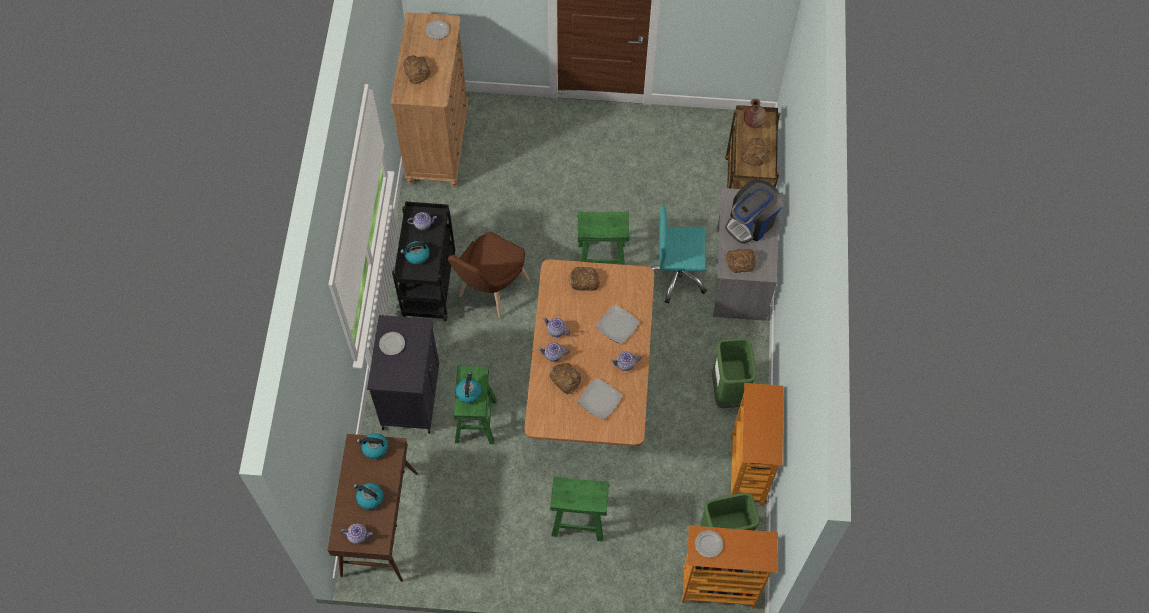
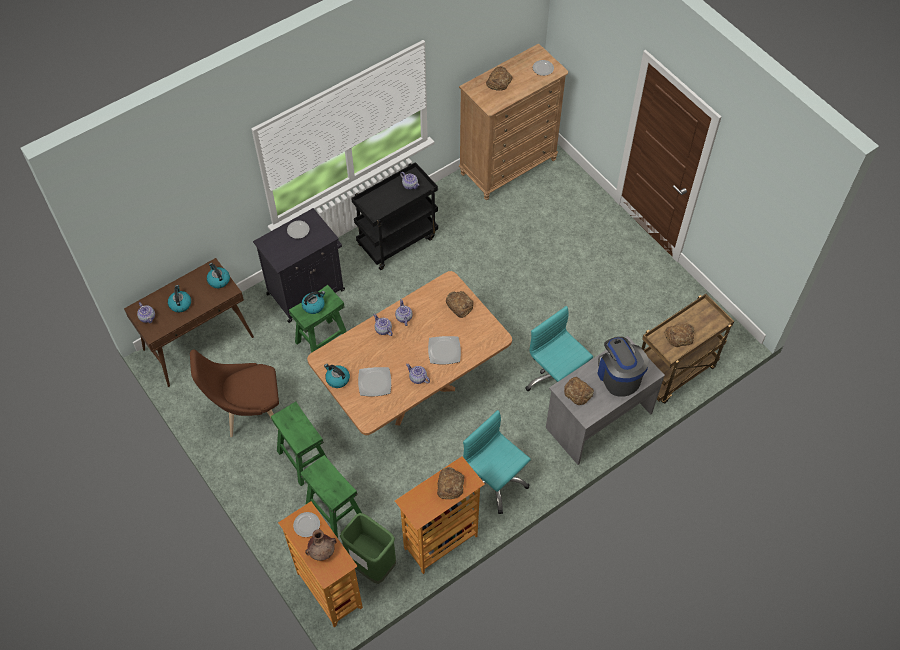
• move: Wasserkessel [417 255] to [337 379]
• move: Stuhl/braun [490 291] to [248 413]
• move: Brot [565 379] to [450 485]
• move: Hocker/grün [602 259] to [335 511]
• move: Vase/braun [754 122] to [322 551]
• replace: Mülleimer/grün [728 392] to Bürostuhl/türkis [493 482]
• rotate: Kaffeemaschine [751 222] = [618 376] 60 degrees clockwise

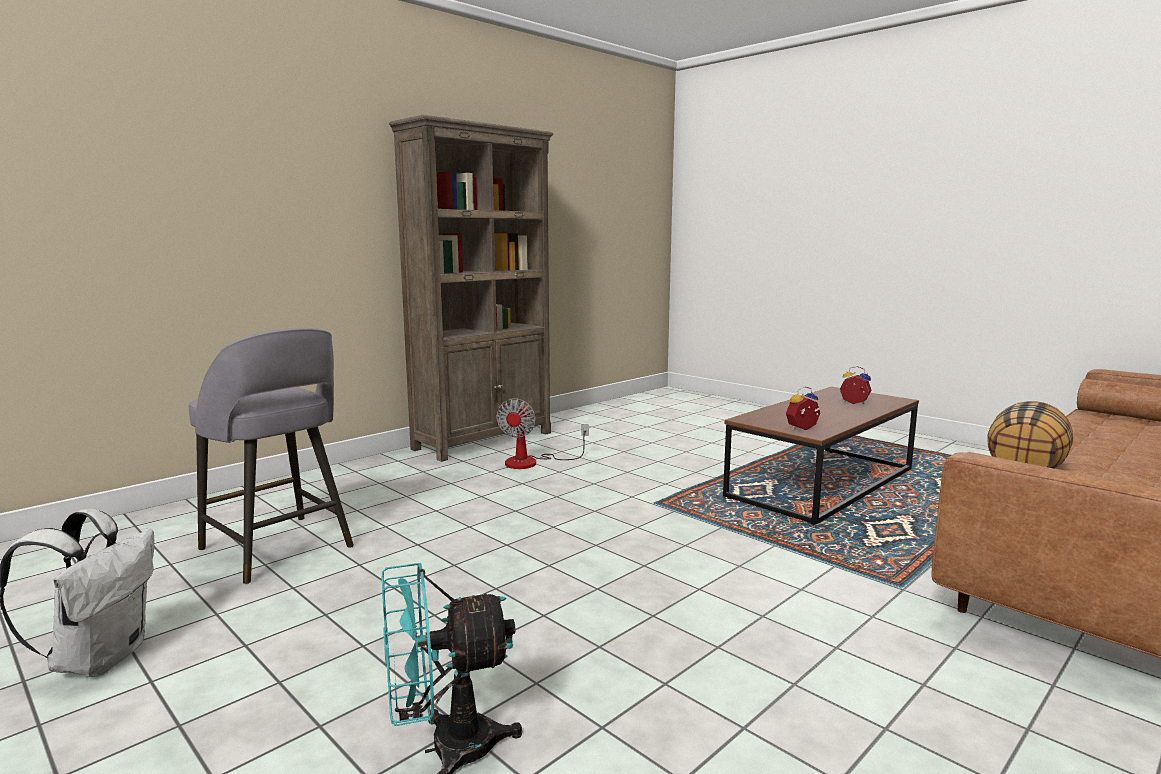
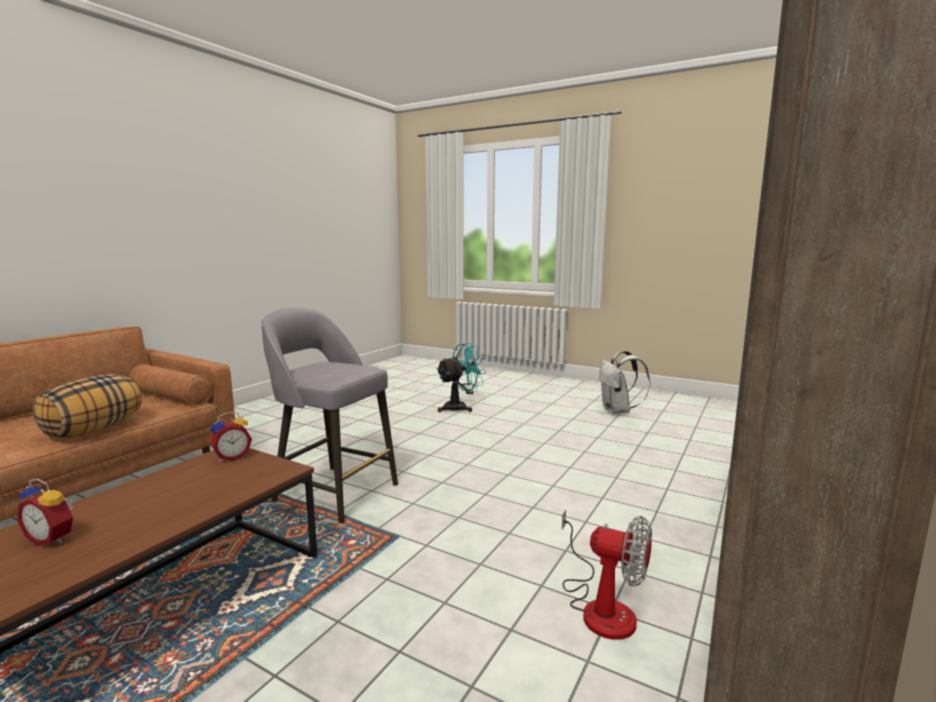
• move: Hocker/grau [278 549] to [333 492]
• rotate: Ventilator [532 462] = [600 606] 120 degrees clockwise

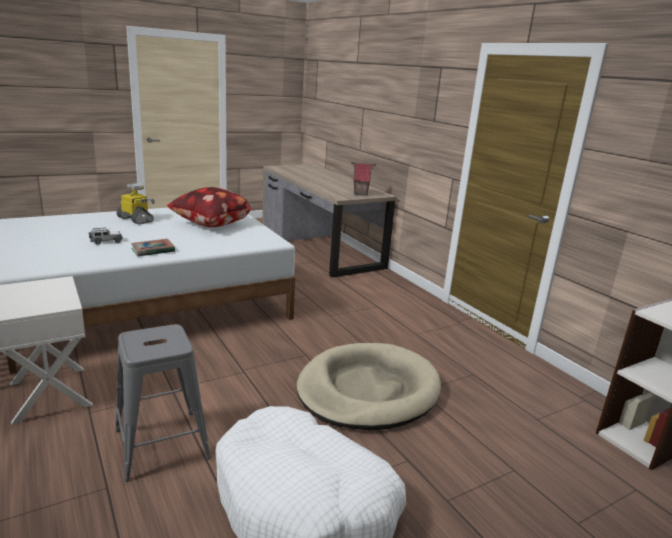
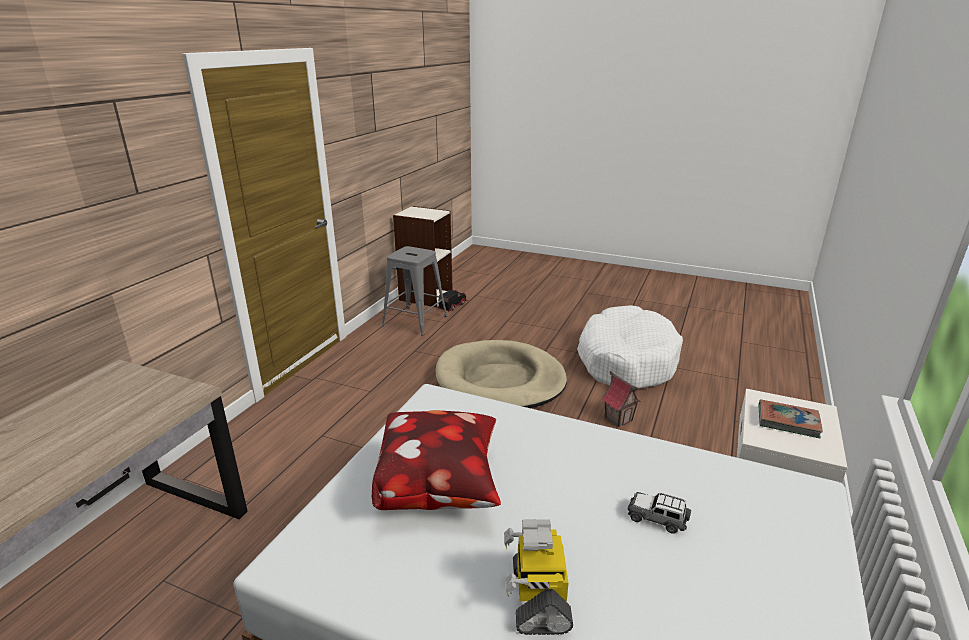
• insert: Spielzeuglaster [452 305]
• move: Hocker/grau [162 444] to [414 321]
• move: Buch [153 250] to [788 422]
• move: Spielzeughaus [360 194] to [619 419]

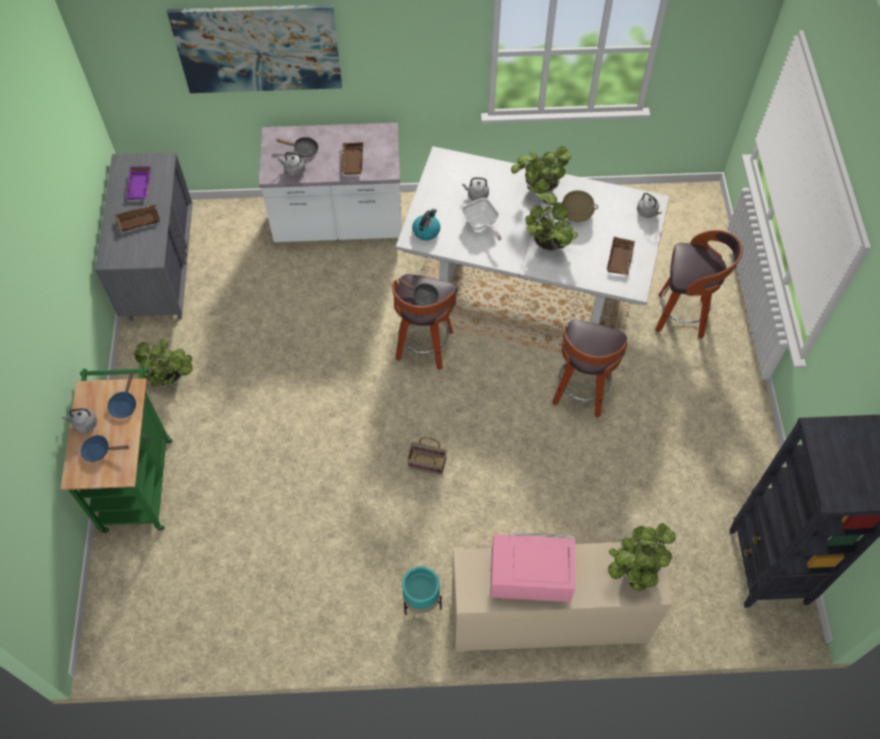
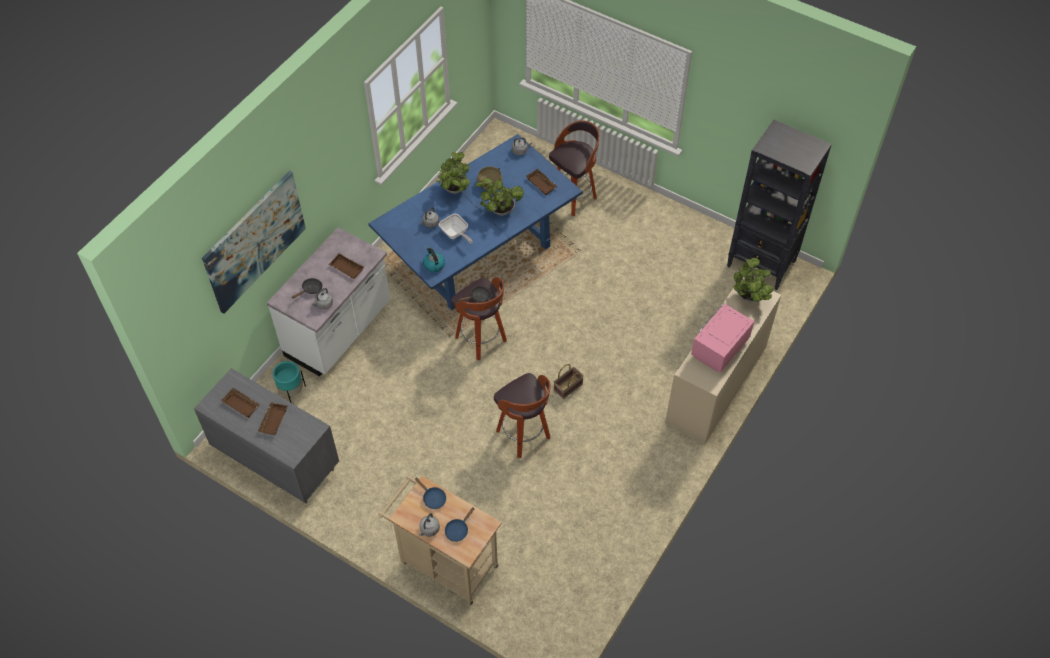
• delete: Topfpflanze [171 378]
• move: Pflanzkübel/türkis [421 601] to [292 393]
• move: Hocker [581 393] to [524 435]
• recolor: Rollwagen/grün [137 478] to Rollwagen/beige [444 562]
• recolor: Tablett/lila [140 185] to Tablett/braun [242 404]
• recolor: Esstisch/weiß [526 279] to Esstisch/blau [478 256]
• rotate: Pfanne [481 225] = [455 234] 45 degrees clockwise

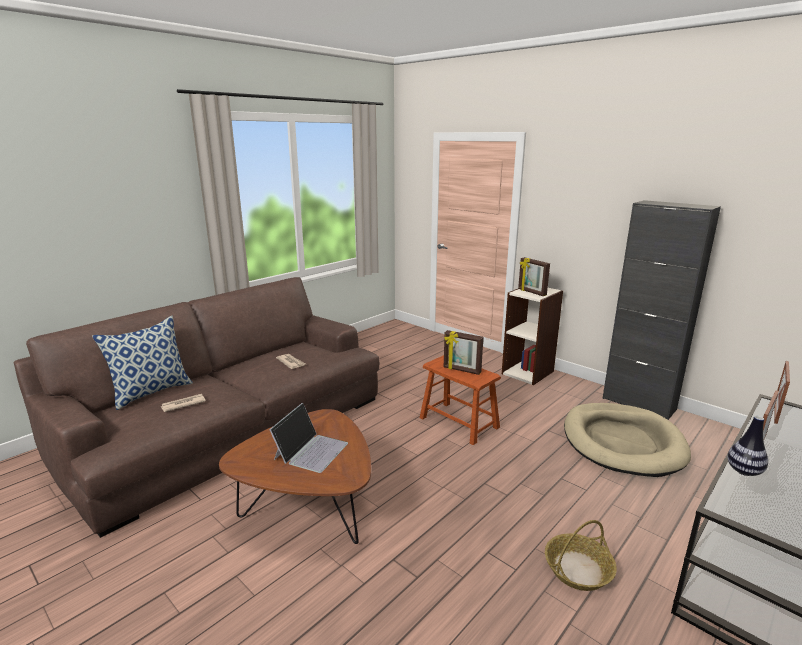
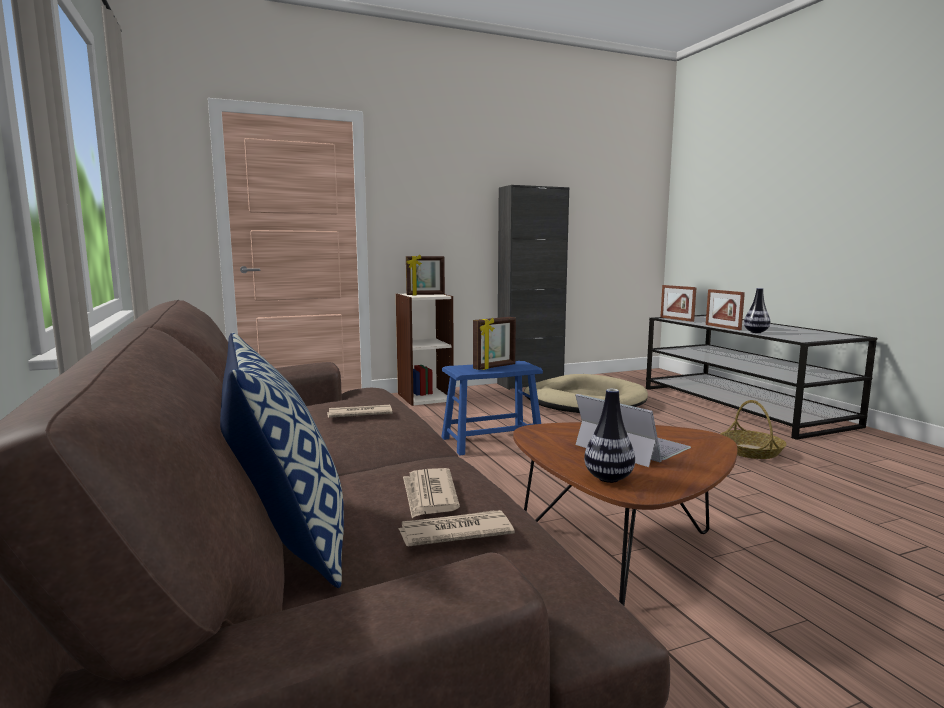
• insert: Zeitung [454 532]
• insert: Vase [608 478]
• recolor: Hocker/braun [459 422] to Hocker/blau [491 441]

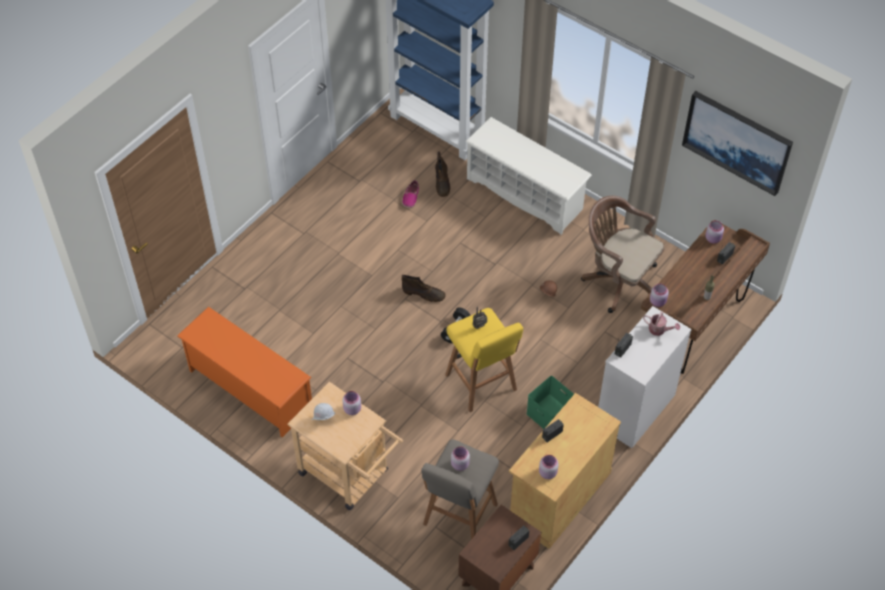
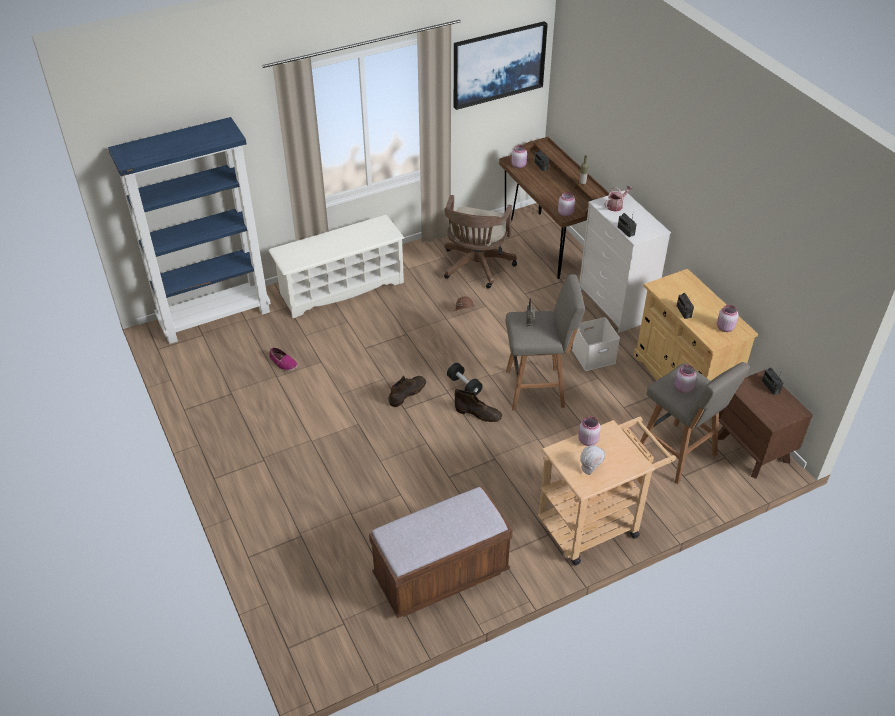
• move: Stiefel/braun [442 182] to [478 413]
• replace: Schuhregal/orange [249 389] to Bank/braun [441 575]
• recolor: Hocker/gelb [482 384] to Hocker/grau [537 388]
• recolor: Aufbewahrungsbox/grün [548 414] to Aufbewahrungsbox/weiß [593 357]
• rotate: Bürostuhl/braun [618 280] = [476 267] 45 degrees counterclockwise

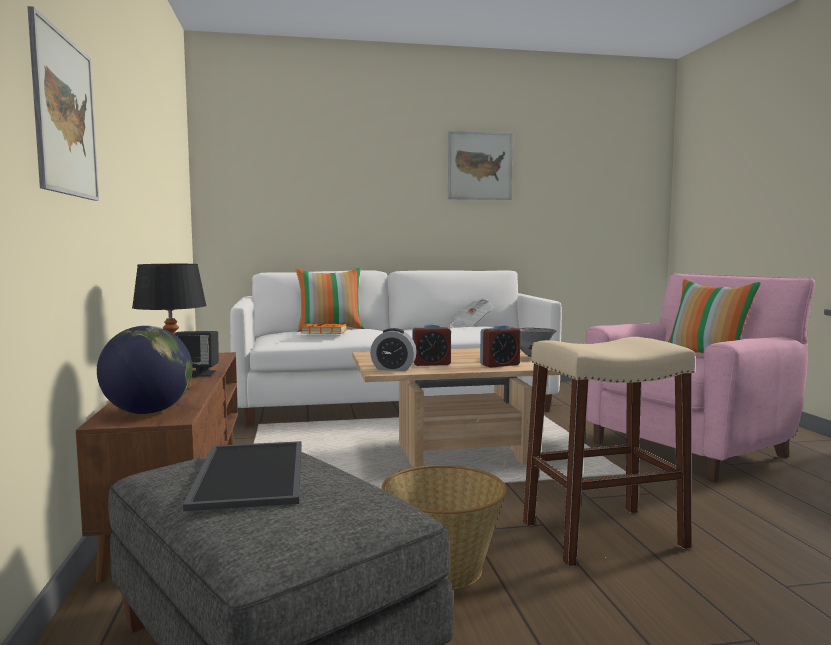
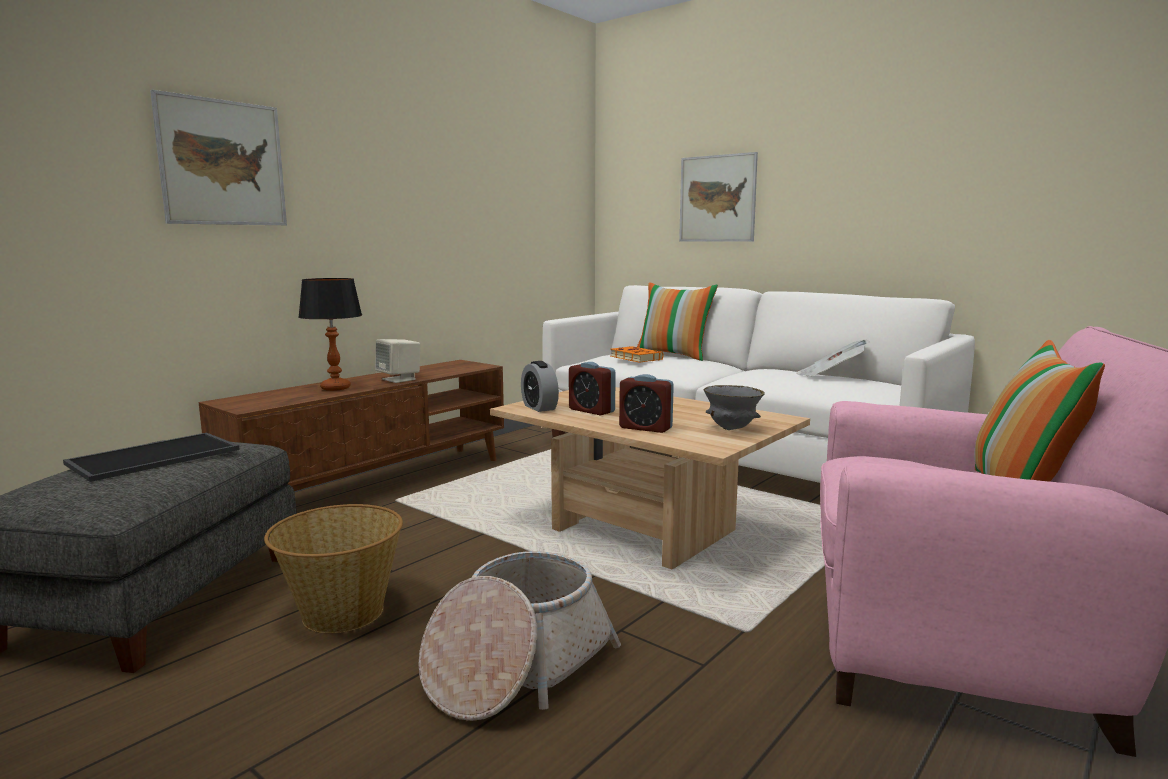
• delete: Globus [148 412]
• move: Bild [480 166] to [717 198]
• replace: Hocker/beige [603 535] to Korb [516 666]
• recolor: Lautsprecher/schwarz [199 374] to Lautsprecher/beige [399 379]

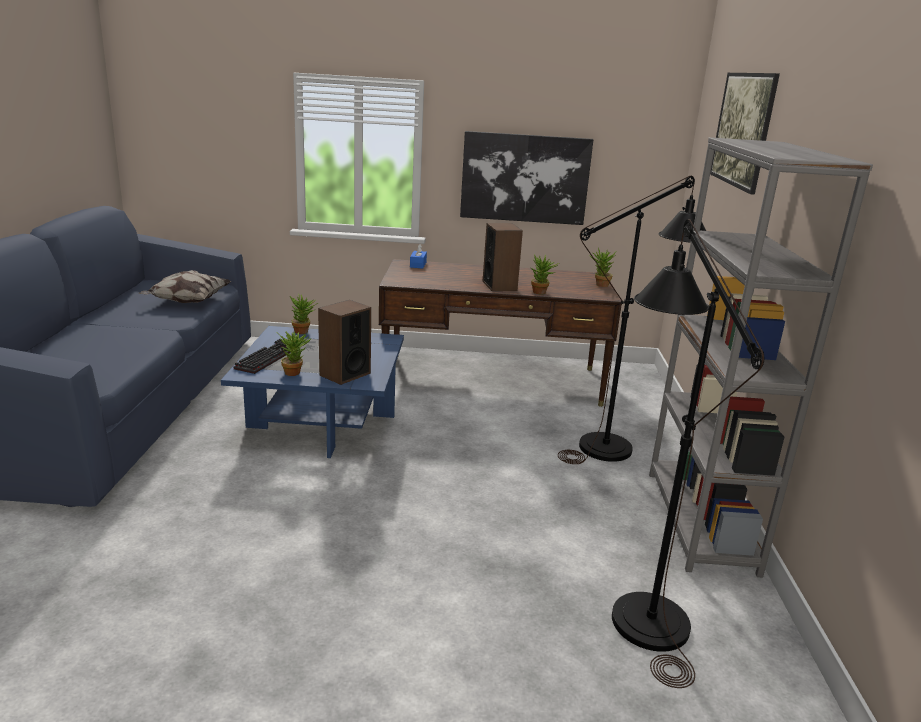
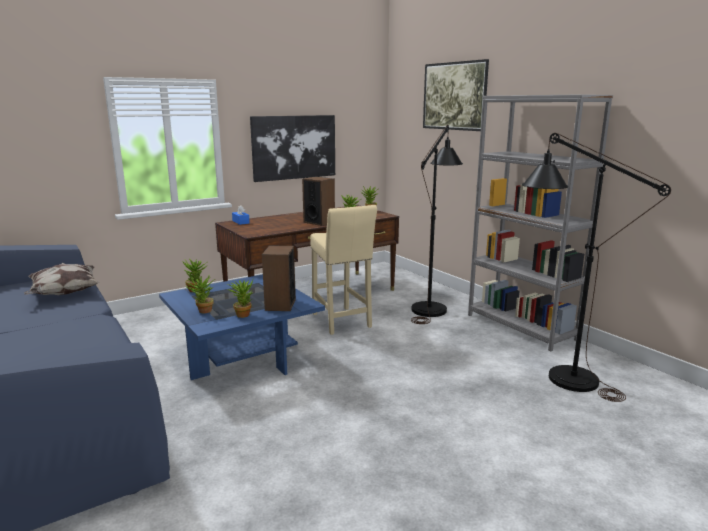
• insert: Hocker/beige [341 322]
• replace: Tastatur [267 357] to Topfpflanze [203 312]

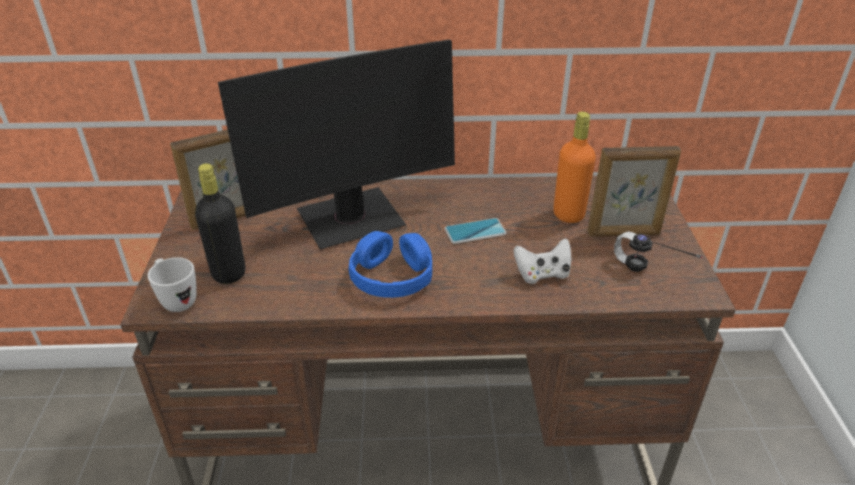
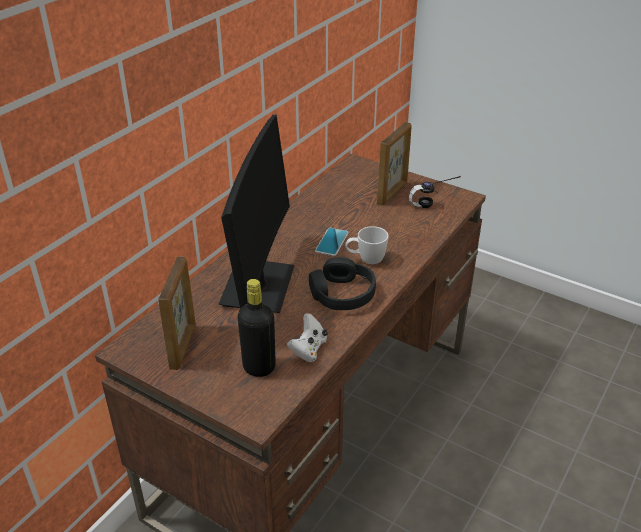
• delete: Flasche/orange [568 214]
• move: Henkelbecher/weiß [176 300] to [365 260]
• move: Gamepad/weiß [542 274] to [308 349]
• recolor: Kopfhörer/blau [392 276] to Kopfhörer/schwarz [342 294]

